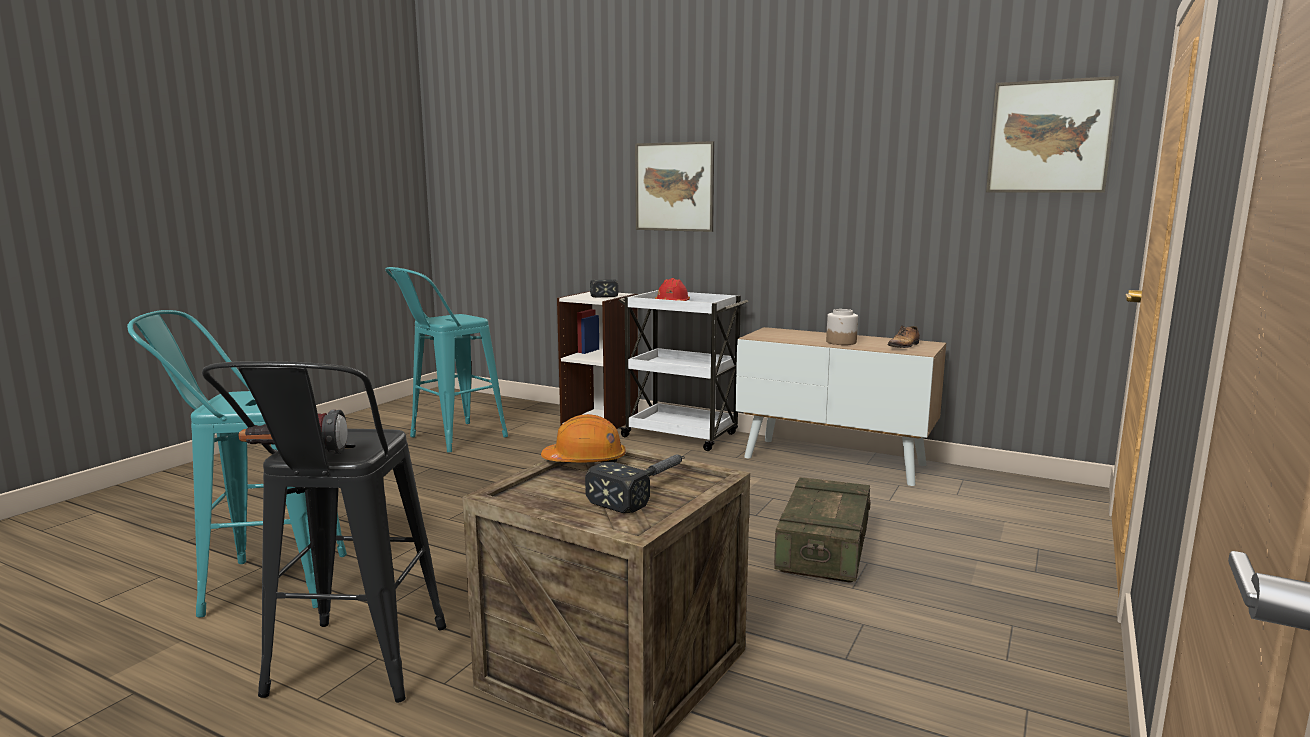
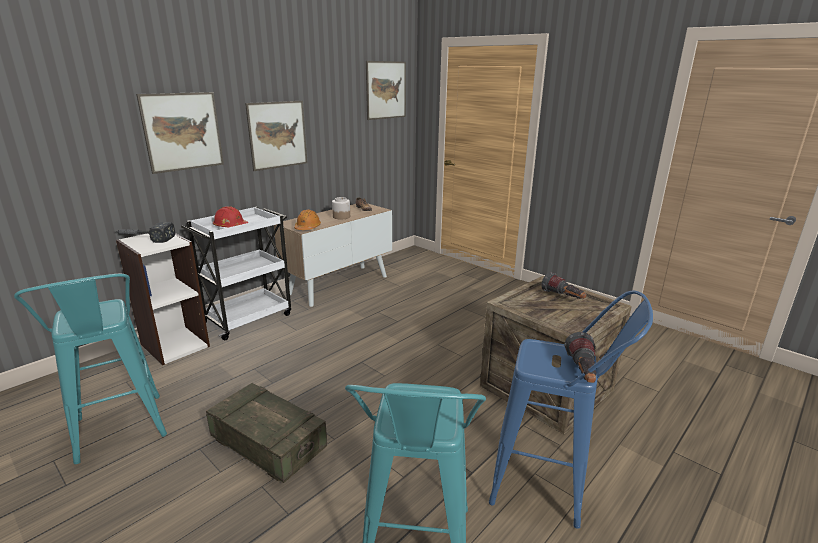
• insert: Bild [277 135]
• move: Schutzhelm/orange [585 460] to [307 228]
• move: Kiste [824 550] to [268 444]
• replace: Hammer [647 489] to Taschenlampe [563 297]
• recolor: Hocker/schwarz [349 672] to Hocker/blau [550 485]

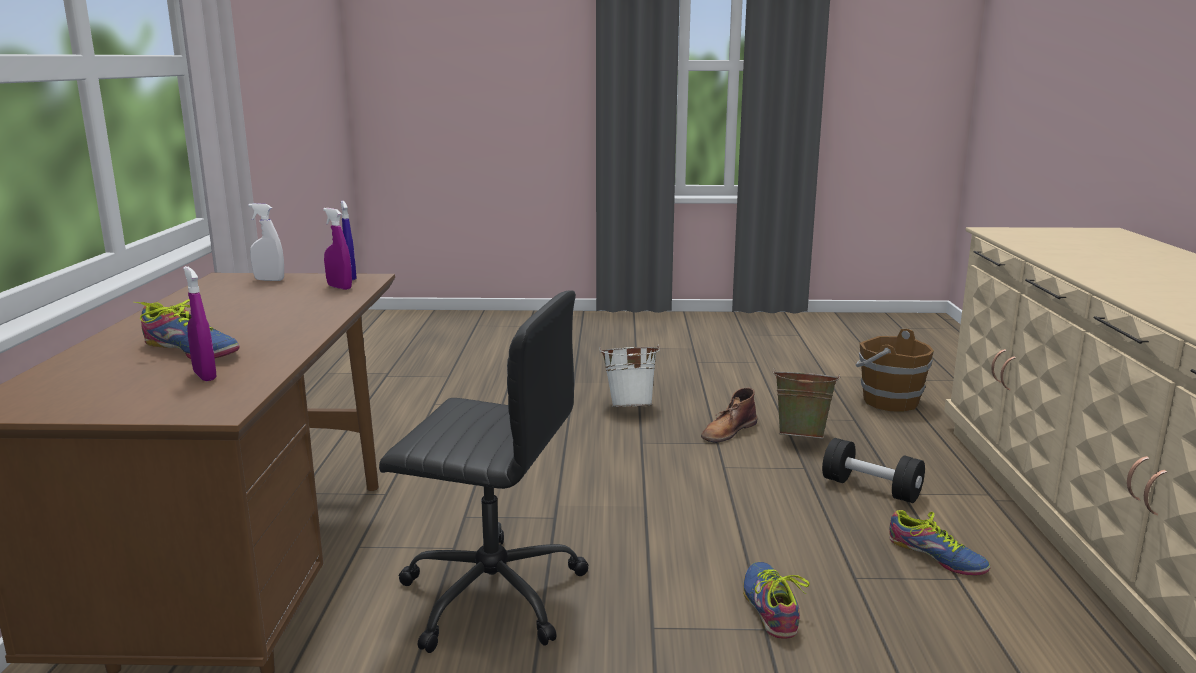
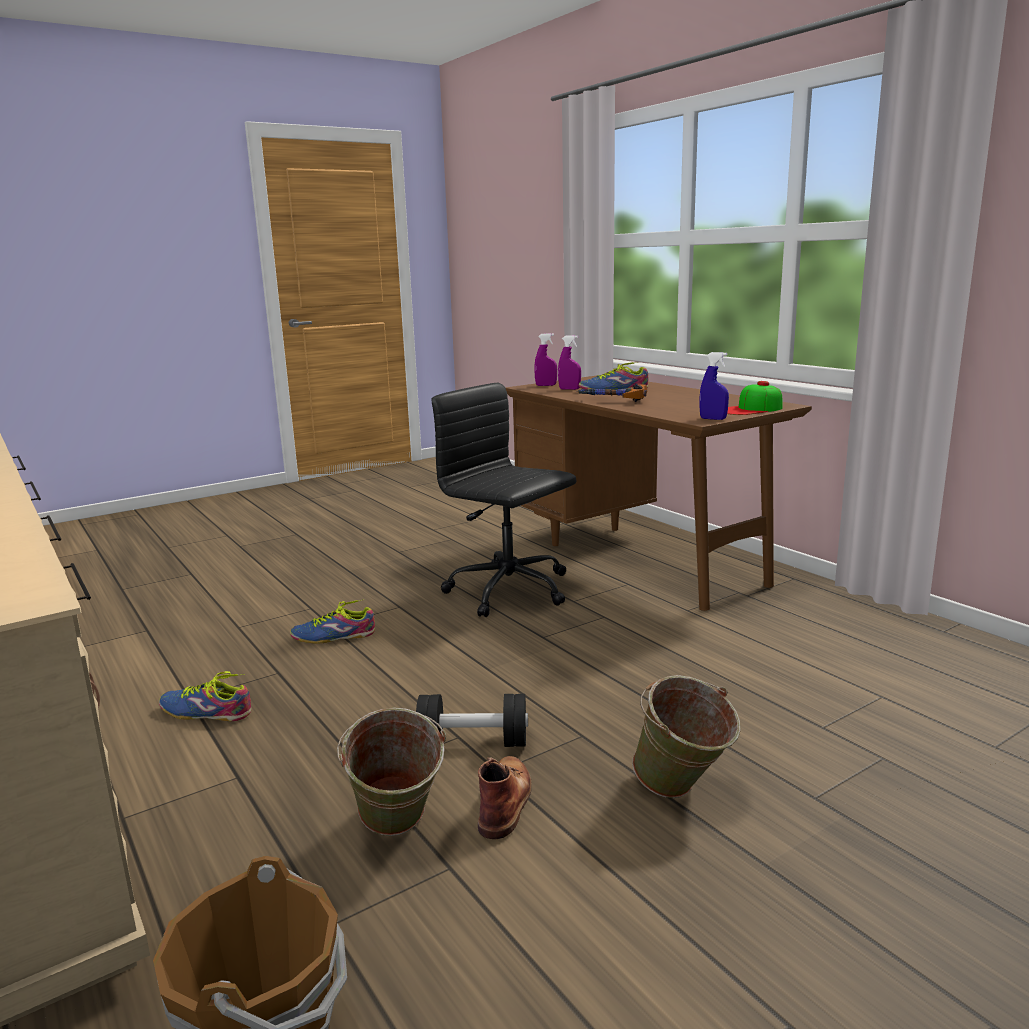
• insert: Hammer [610 401]
• move: Sprühflasche/lila [339 287] to [546 385]
• move: Hantel/schwarz [871 489] to [473 742]
• replace: Sprühflasche/weiß [269 280] to Kappe [750 409]
• recolor: Eimer/weiß [630 407] to Eimer/grün [682 792]
• rotate: Bürostuhl/schwarz [489 594] = [511 591] 60 degrees clockwise
• rotate: Schuh [770 606] = [334 636] 120 degrees clockwise

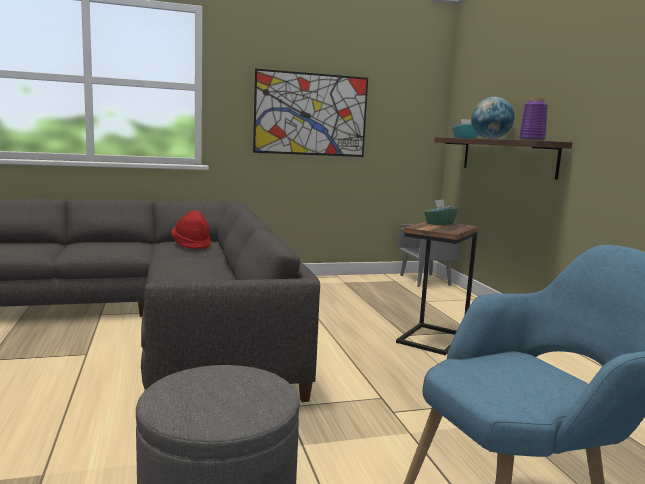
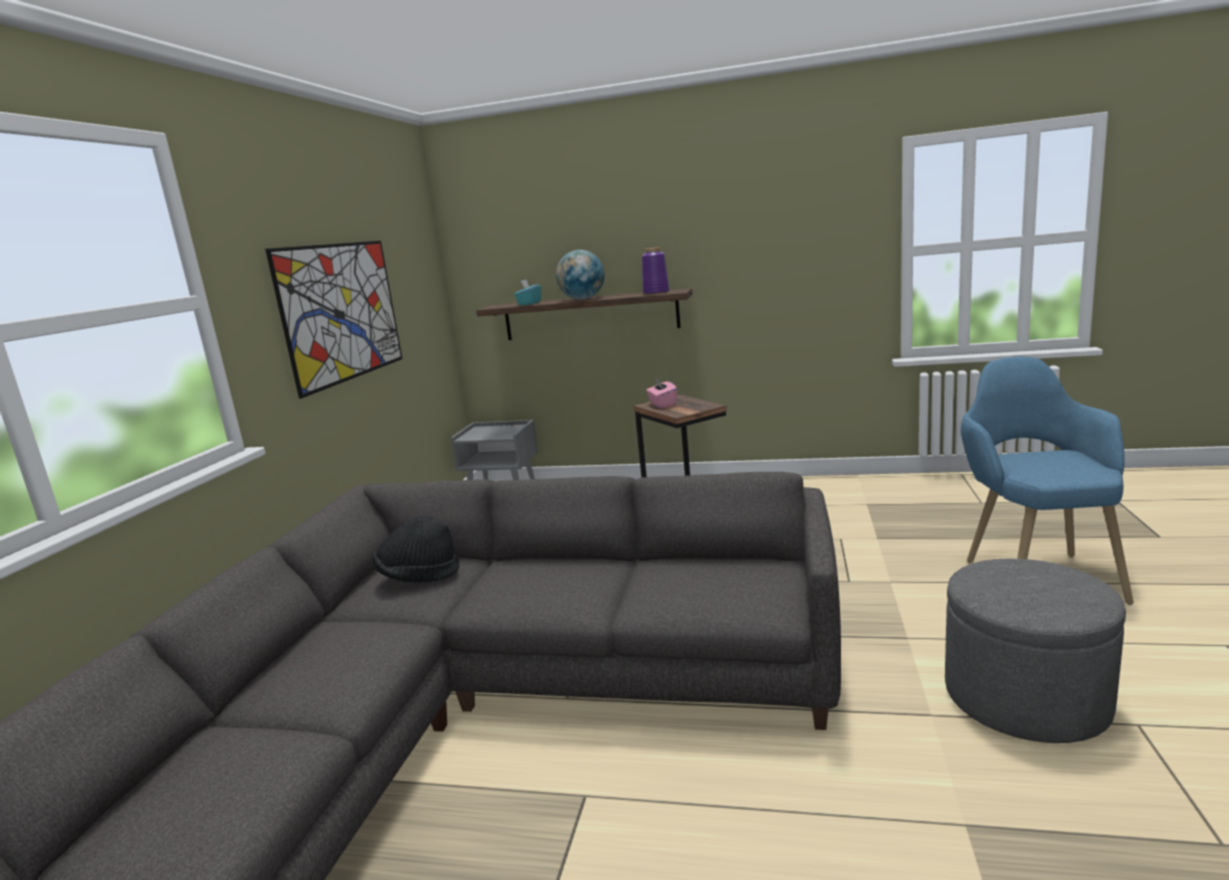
• recolor: Hut/rot [192 245] to Hut/schwarz [418 576]
• recolor: Taschentuchbox/grün [439 223] to Taschentuchbox/rosa [662 404]

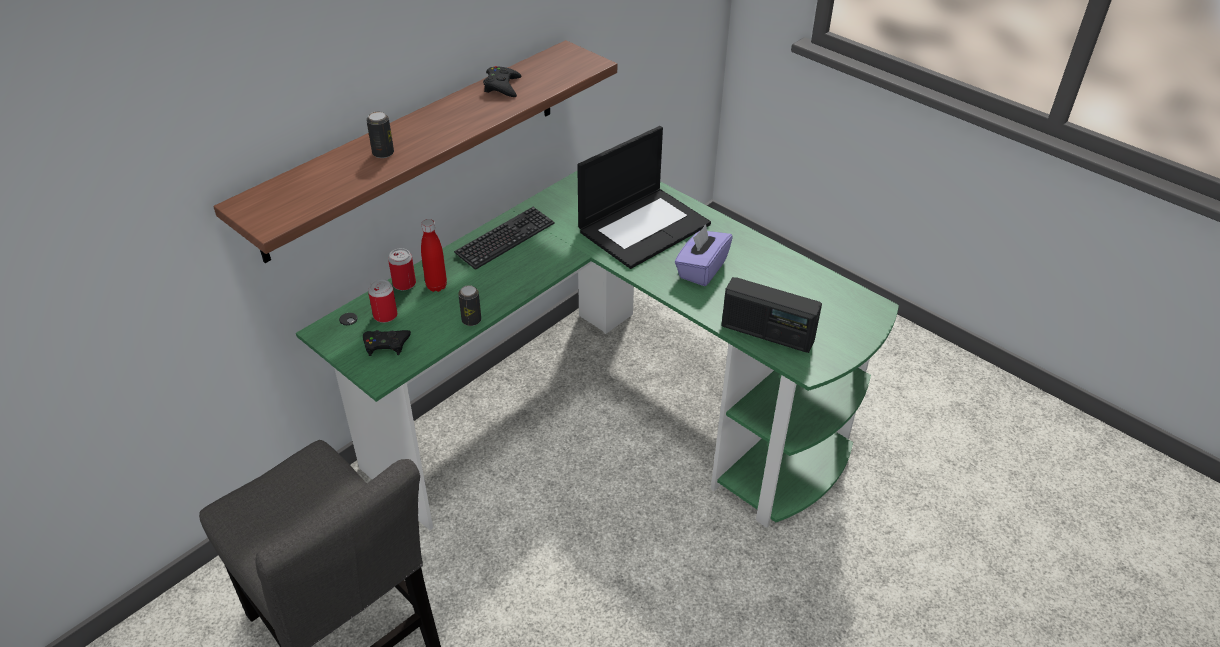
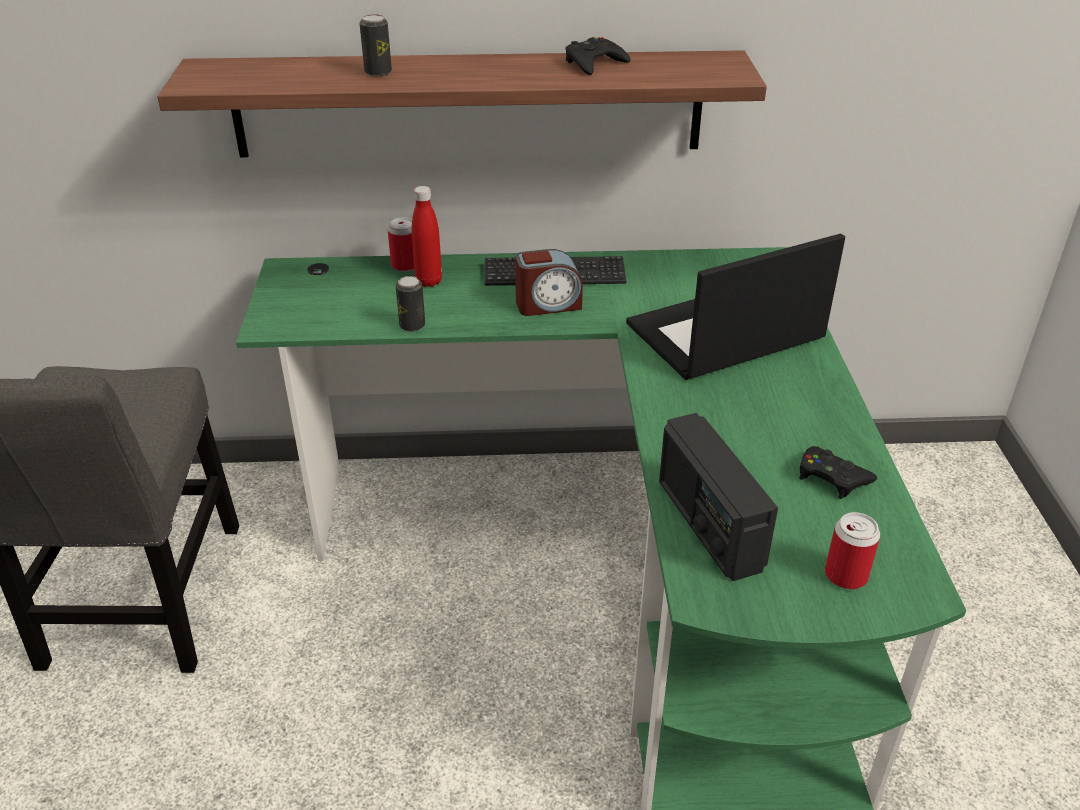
• delete: Taschentuchbox/lila [701 269]
• insert: Wecker [548 304]
• move: Gamepad/schwarz [386 345] to [832 477]
• move: Dose [385 315] to [845 575]
• rotate: Laptop [644 226] = [724 334] 150 degrees clockwise

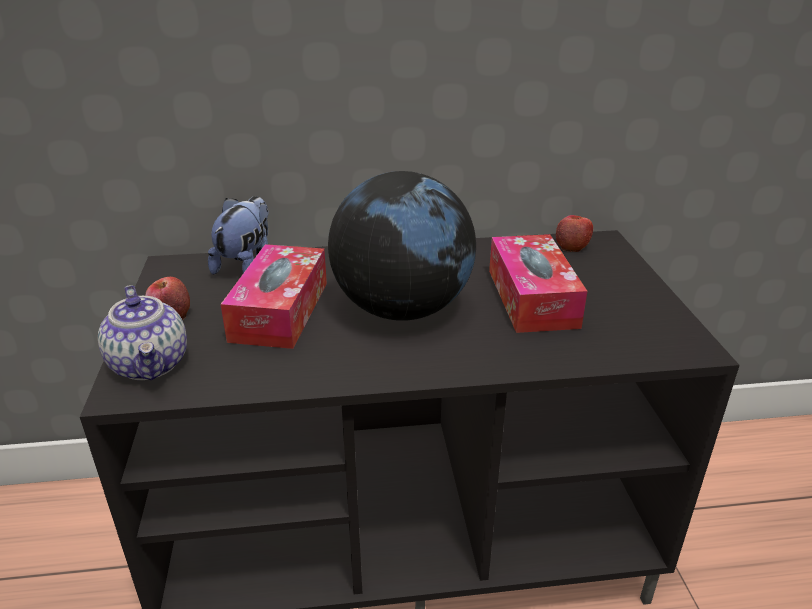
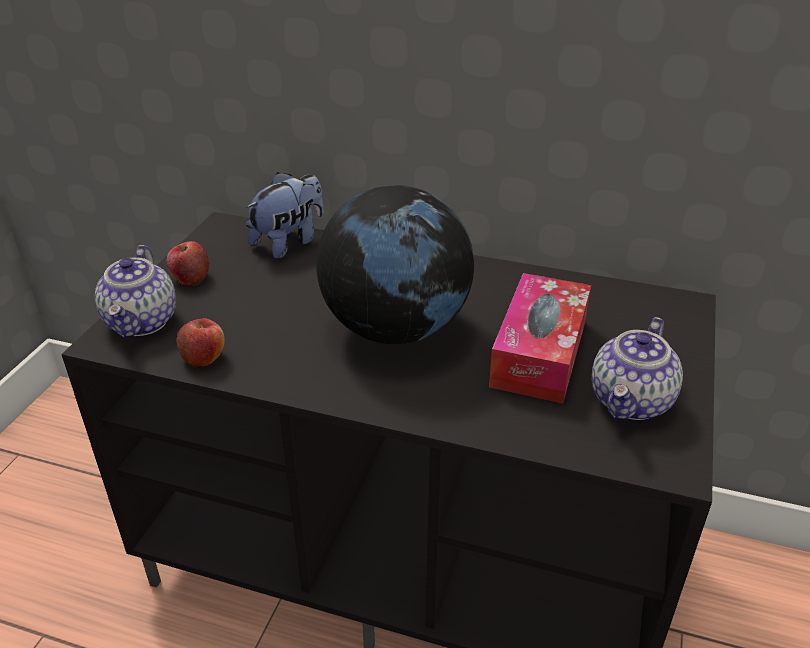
• delete: Taschentuchbox [280 311]
• insert: Teekanne [632 402]
• move: Apfel [572 246] to [203 357]

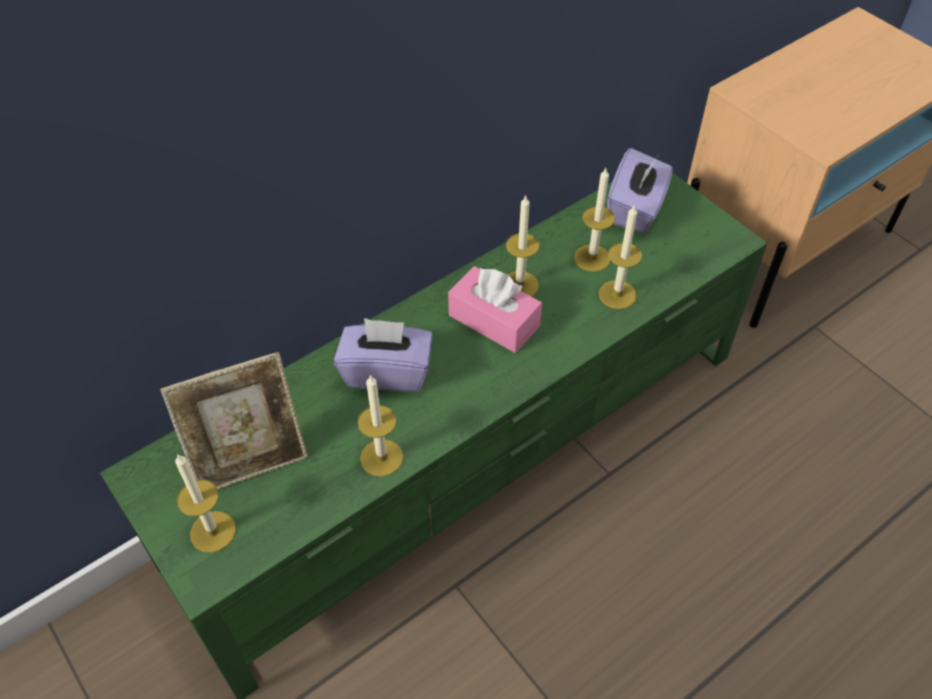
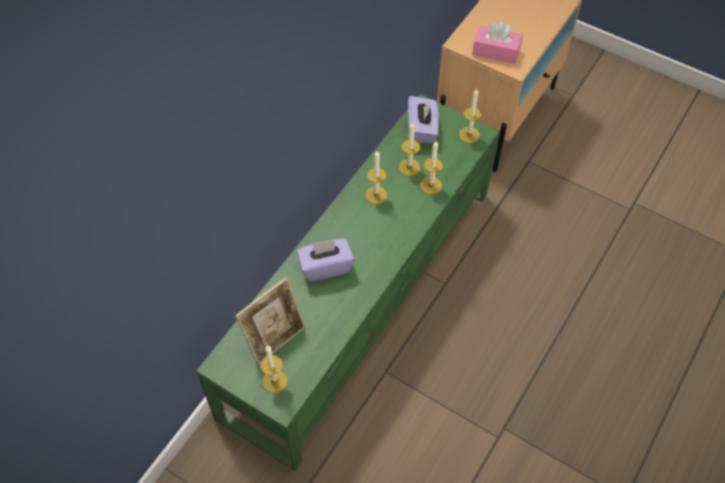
• move: Kerze [381 457] to [469 135]
• move: Taschentuchbox/rosa [494 320] to [496 51]

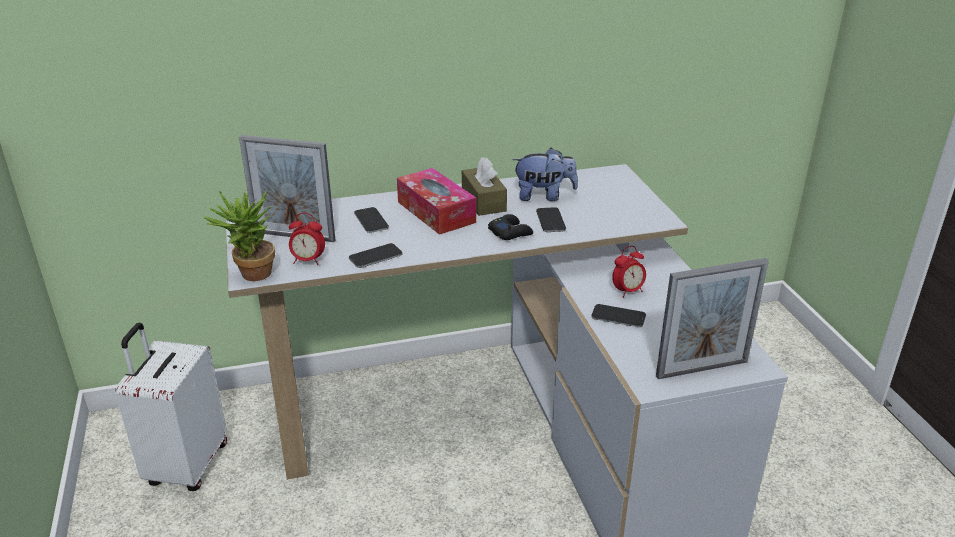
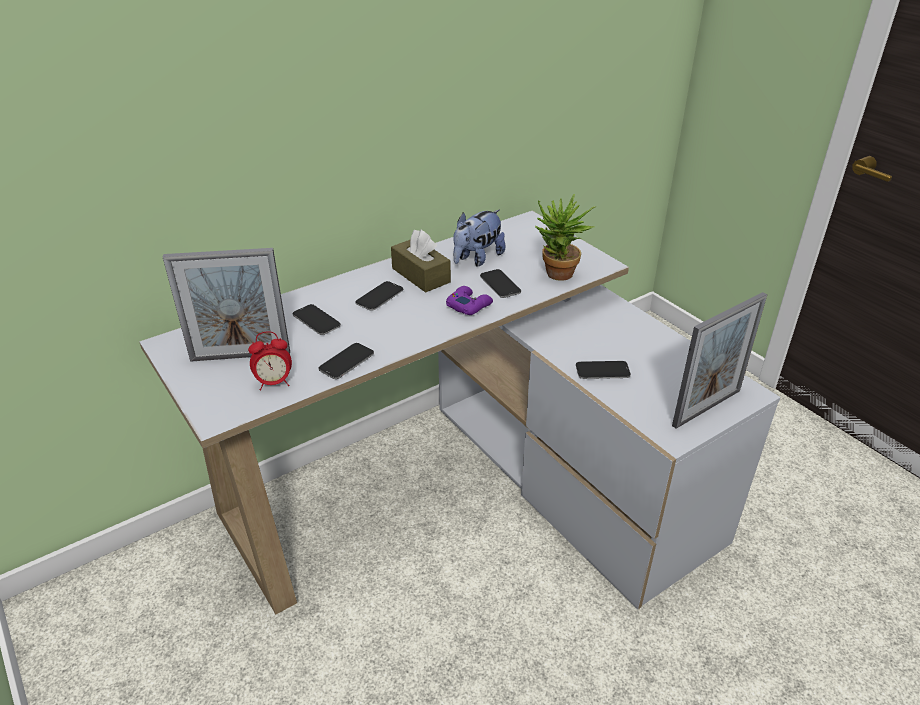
• delete: Koffer/weiß [186 465]
• delete: Wecker [627 291]
• move: Topfpflanze [251 276] to [557 276]
• replace: Taschentuchbox [436 212] to Handy [379 297]
• recolor: Gamepad/schwarz [510 232] to Gamepad/lila [469 305]
• rotate: Plüschtier [544 196] = [477 259] 150 degrees clockwise

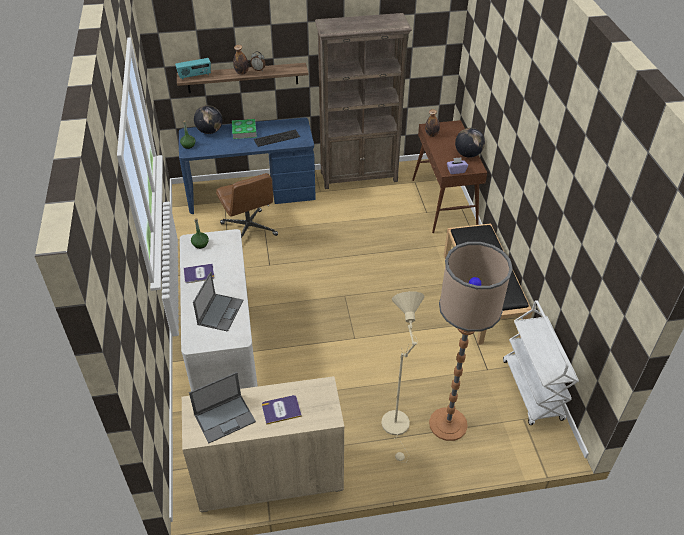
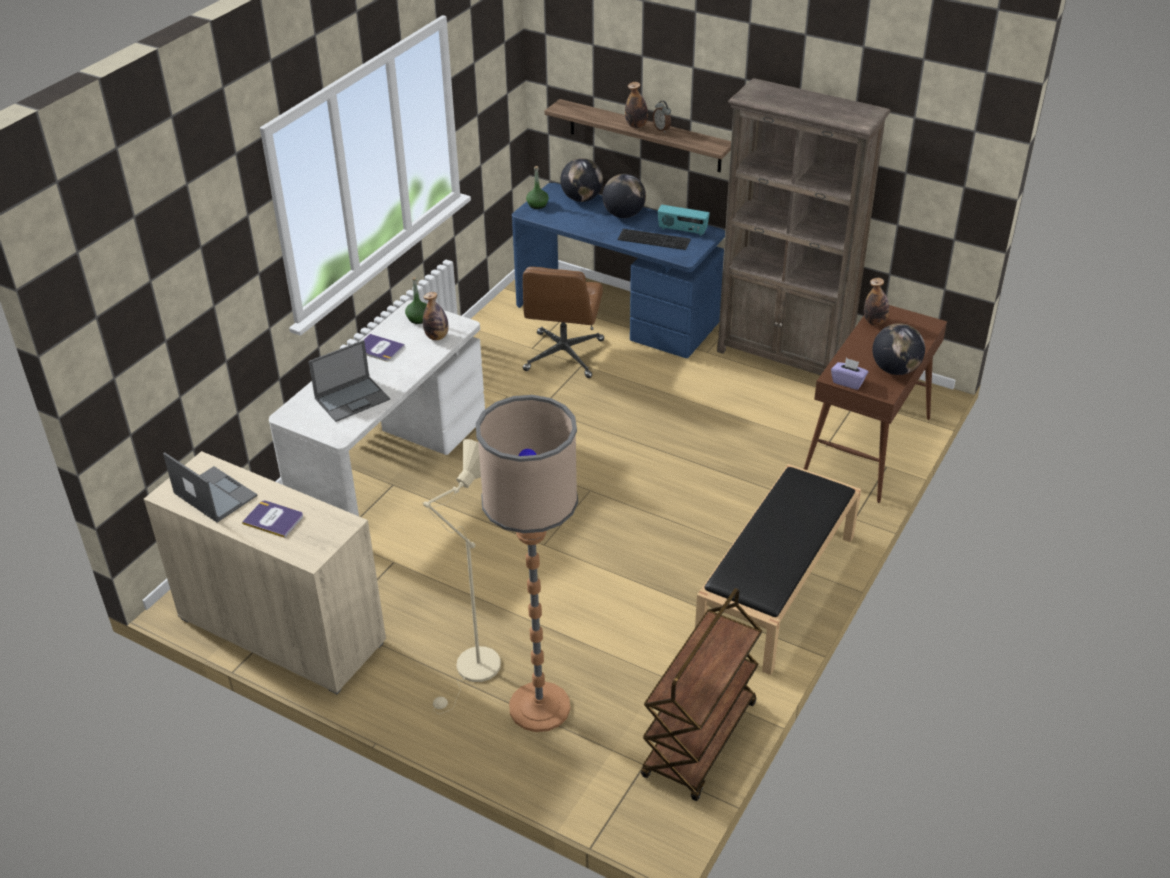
• insert: Flasche [437 337]
• move: Radio [195 76] to [682 231]
• replace: Buch [244 131] to Globus [624 215]
• recolor: Rollwagen/weiß [532 390] to Rollwagen/braun [700 741]
• rotate: Laptop [225 418] = [214 494] 150 degrees counterclockwise

